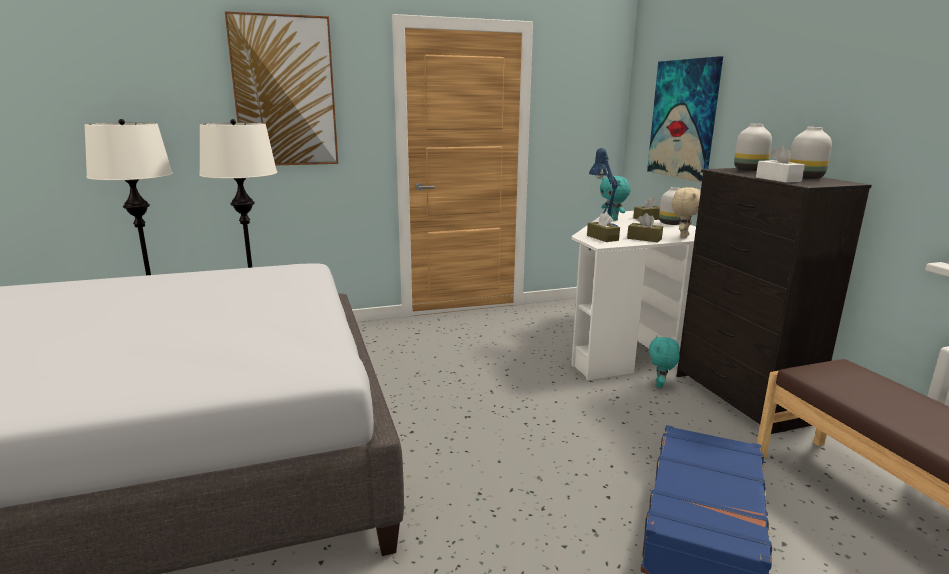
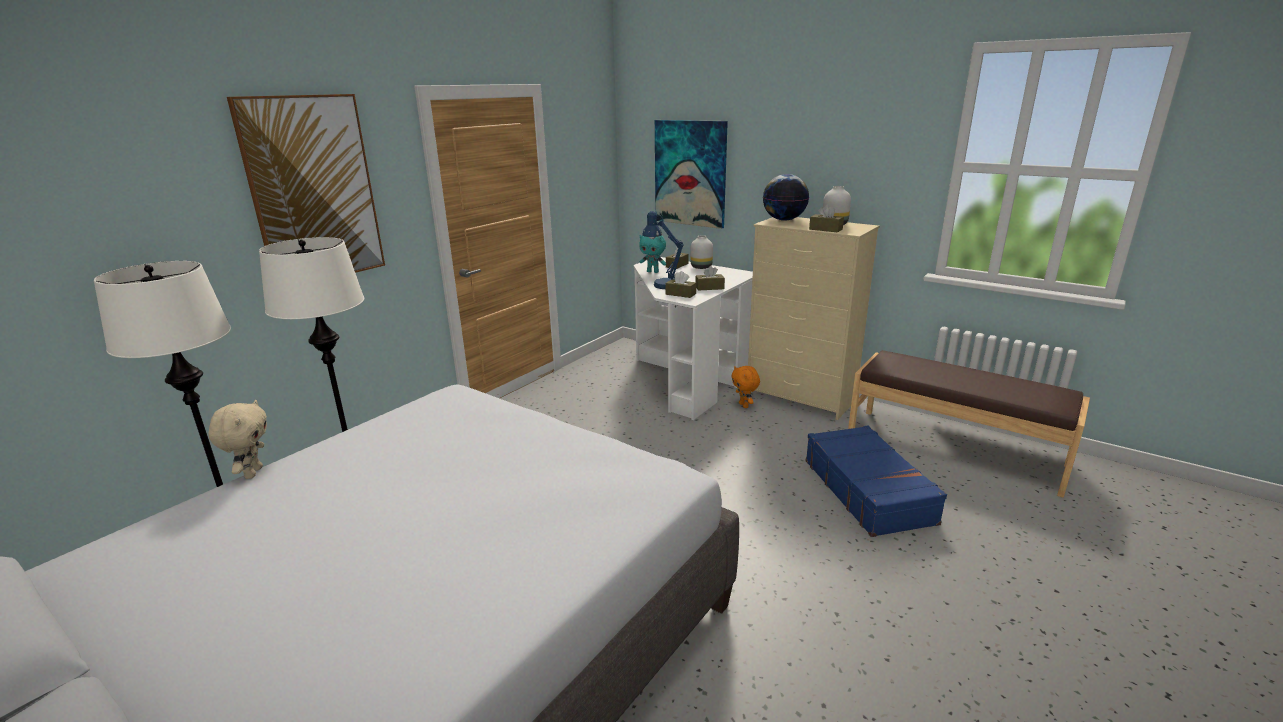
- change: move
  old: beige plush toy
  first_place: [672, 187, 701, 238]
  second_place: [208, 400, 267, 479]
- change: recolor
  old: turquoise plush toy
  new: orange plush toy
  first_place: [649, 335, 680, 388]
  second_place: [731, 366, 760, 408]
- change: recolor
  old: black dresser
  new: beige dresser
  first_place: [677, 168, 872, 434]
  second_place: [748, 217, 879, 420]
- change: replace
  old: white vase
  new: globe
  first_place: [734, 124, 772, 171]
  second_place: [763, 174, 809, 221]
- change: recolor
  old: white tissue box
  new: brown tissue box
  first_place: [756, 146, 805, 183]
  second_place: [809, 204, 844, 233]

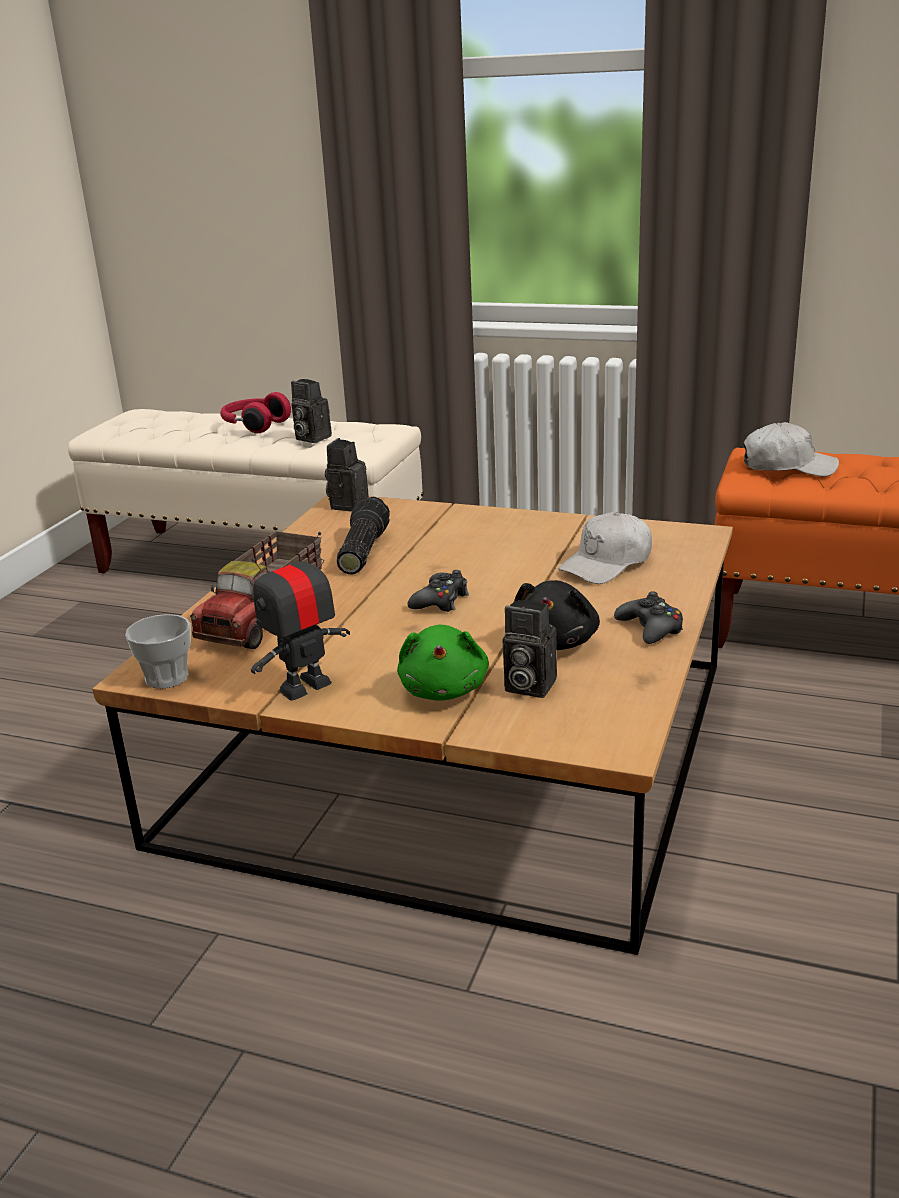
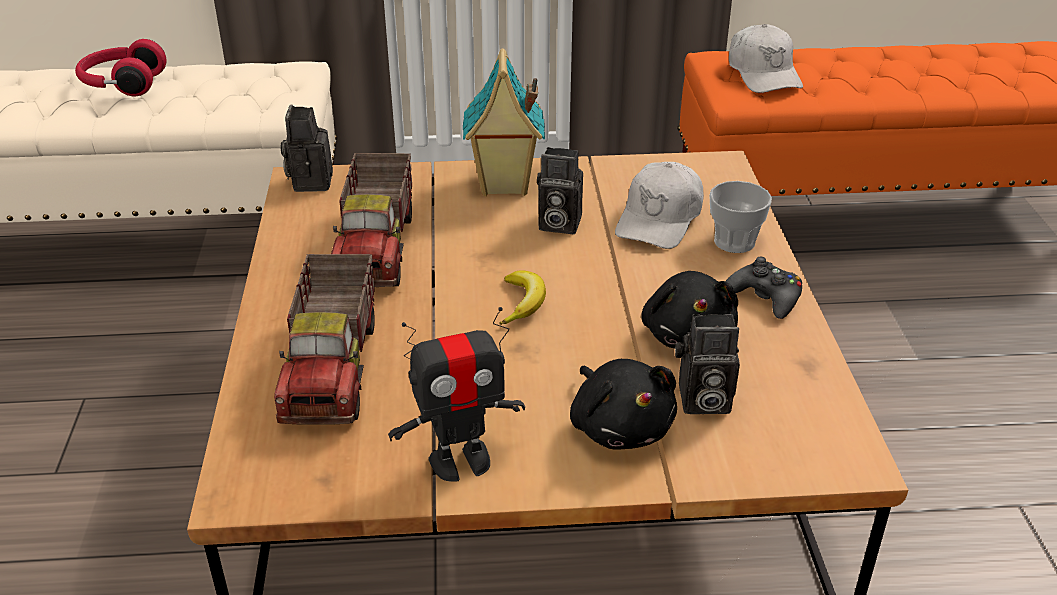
- change: replace
  old: flashlight
  new: toy truck
  first_place: [337, 497, 390, 574]
  second_place: [331, 153, 412, 287]
- change: rotate
  old: toy robot
  first_place: [250, 532, 350, 701]
  second_place: [388, 307, 525, 482]
  degrees: -135
- change: insert
  new: toy house
  second_place: [463, 48, 545, 196]
- change: replace
  old: black game controller
  new: banana
  first_place: [407, 570, 469, 612]
  second_place: [500, 270, 546, 325]
- change: move
  old: photo camera
  first_place: [291, 379, 332, 443]
  second_place: [537, 147, 583, 234]
- change: recolor
  old: green plush toy
  new: black plush toy
  first_place: [397, 625, 489, 701]
  second_place: [570, 359, 677, 450]
- change: move
  old: cup
  first_place: [125, 614, 191, 689]
  second_place: [709, 181, 772, 253]
- change: rotate
  old: white cap
  first_place: [744, 422, 839, 477]
  second_place: [729, 24, 803, 93]
  degrees: 90

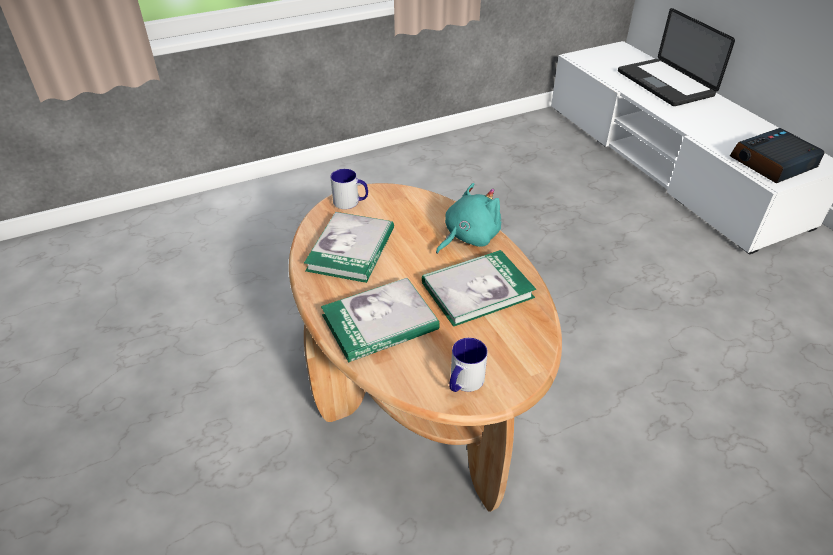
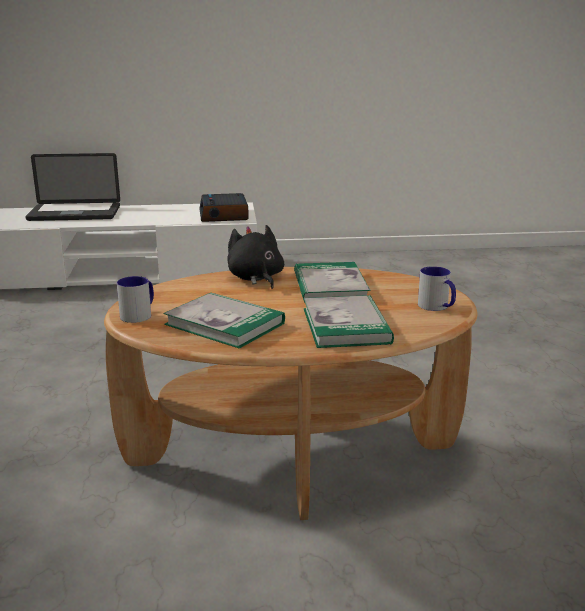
- change: recolor
  old: turquoise plush toy
  new: black plush toy
  first_place: [436, 183, 501, 254]
  second_place: [227, 225, 284, 289]

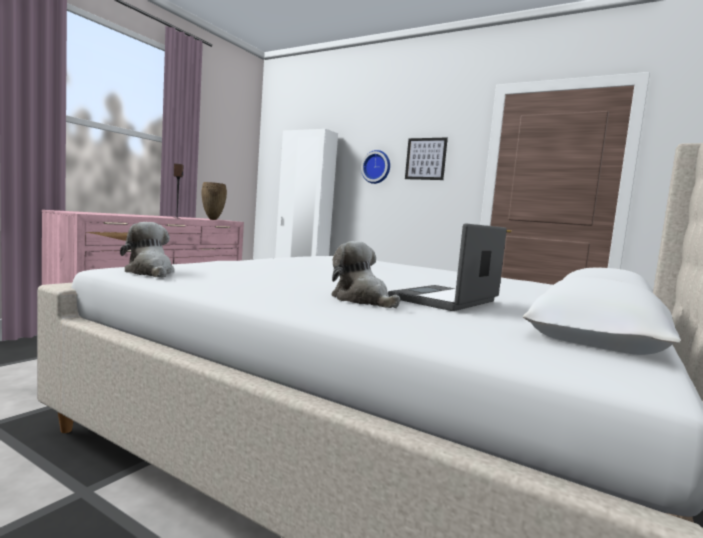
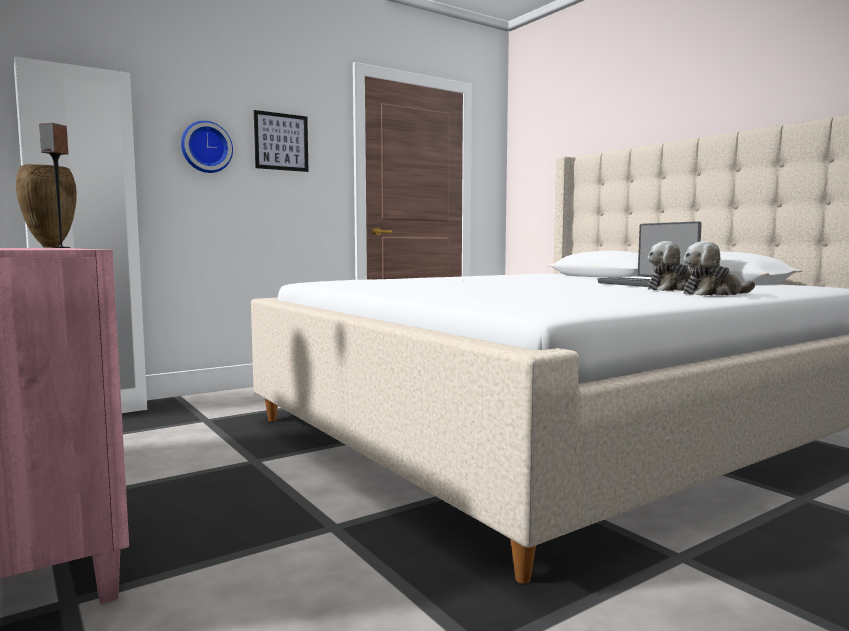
- change: move
  old: plush toy
  first_place: [120, 222, 175, 278]
  second_place: [683, 241, 755, 296]

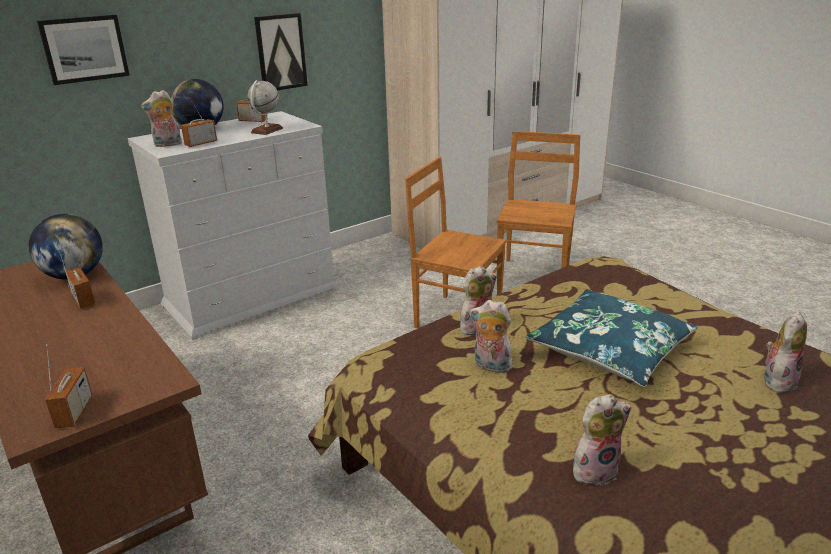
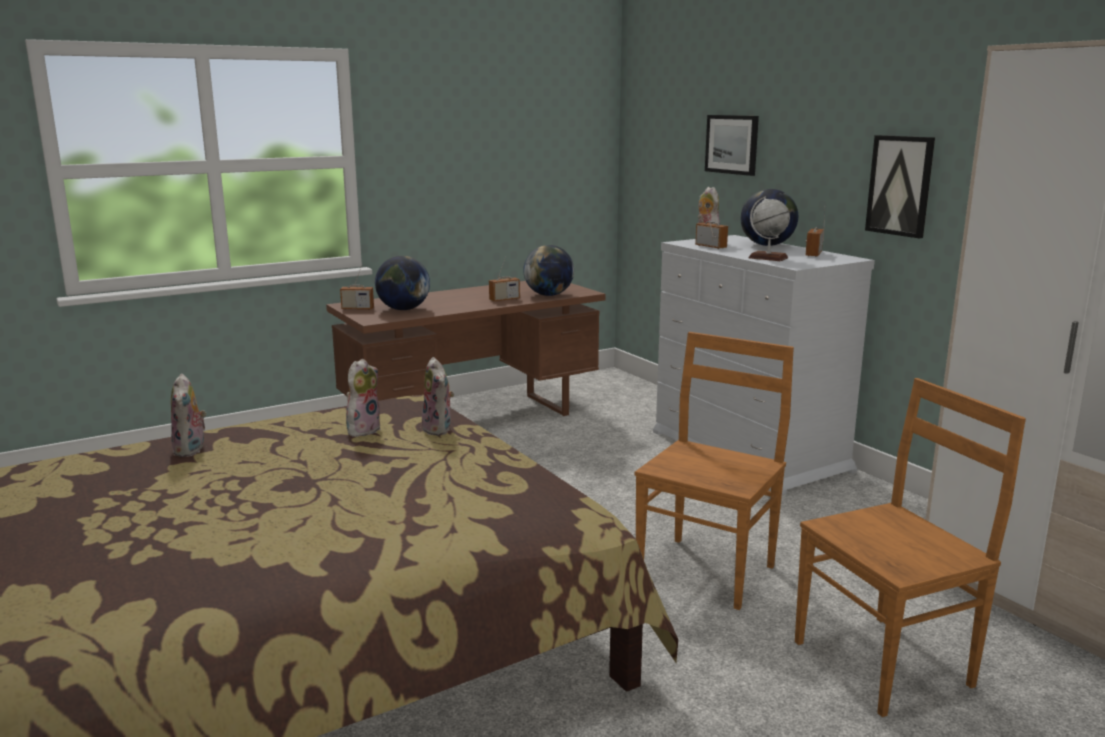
- change: insert
  new: globe
  second_place: [375, 256, 430, 310]
- change: rotate
  old: brown chair
  first_place: [497, 131, 580, 268]
  second_place: [795, 378, 1026, 717]
  degrees: -45
- change: delete
  old: blue pillow
  first_place: [525, 289, 698, 387]
- change: delete
  old: plush toy
  first_place: [764, 312, 807, 394]

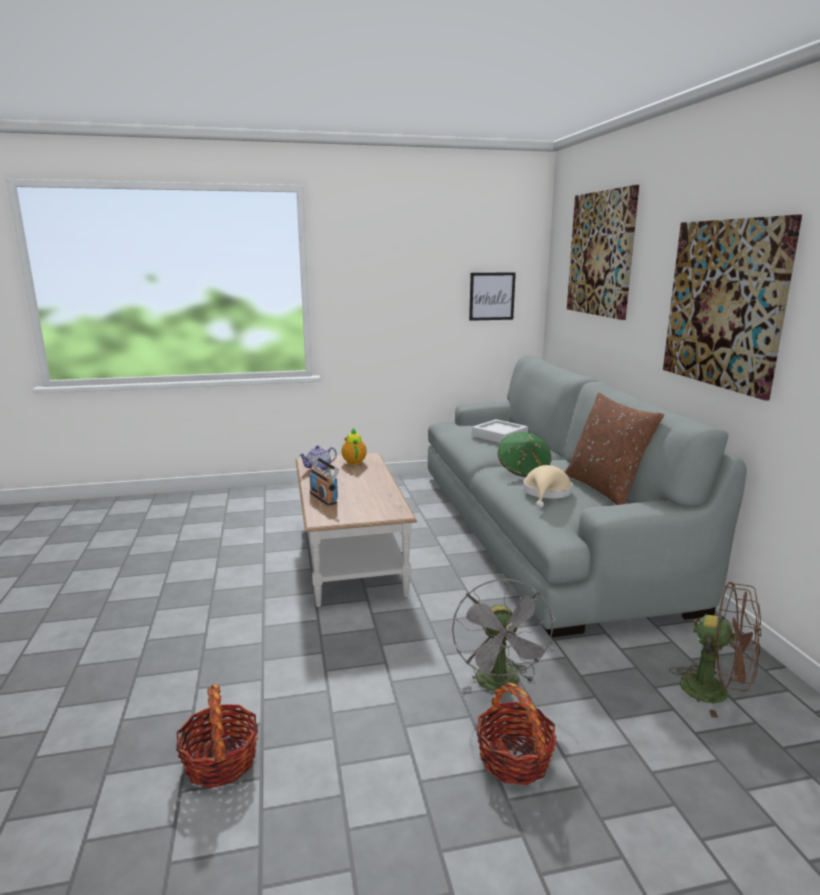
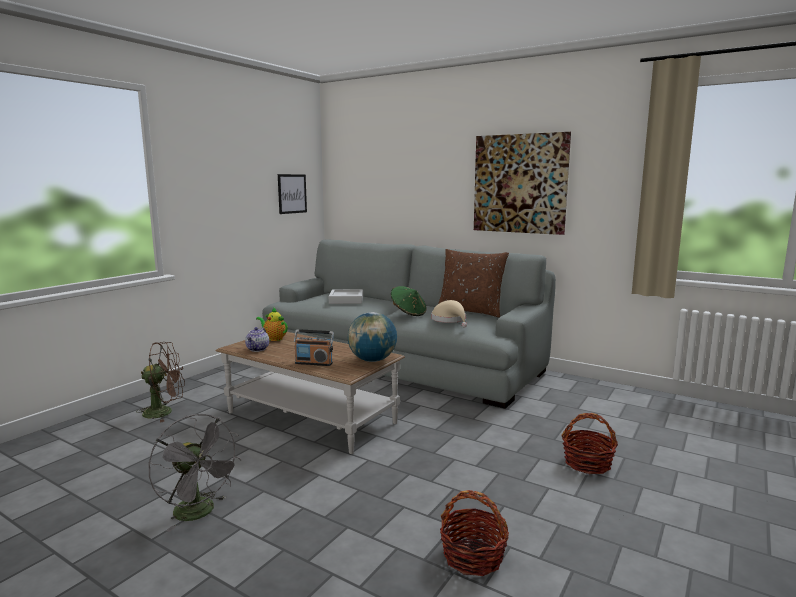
- change: move
  old: brown fan
  first_place: [669, 582, 761, 718]
  second_place: [136, 342, 185, 423]
- change: move
  old: grey fan
  first_place: [452, 578, 555, 692]
  second_place: [148, 414, 242, 532]
- change: insert
  new: globe
  second_place: [348, 312, 397, 362]
- change: delete
  old: picture
  first_place: [567, 185, 639, 320]

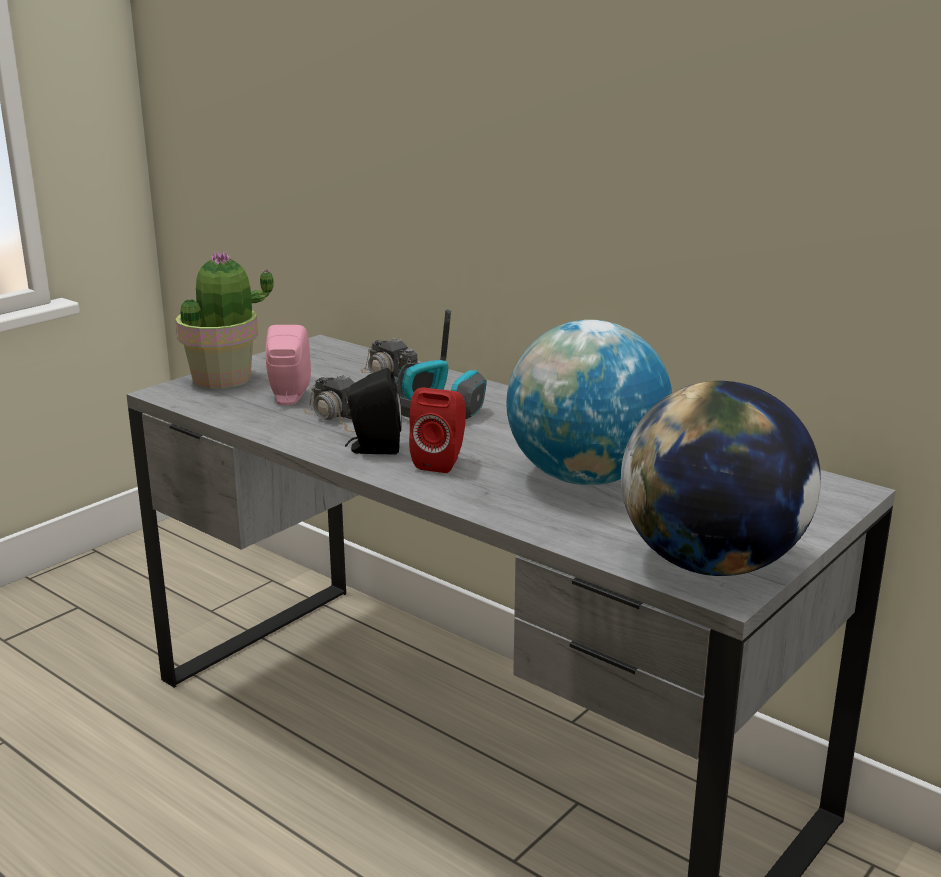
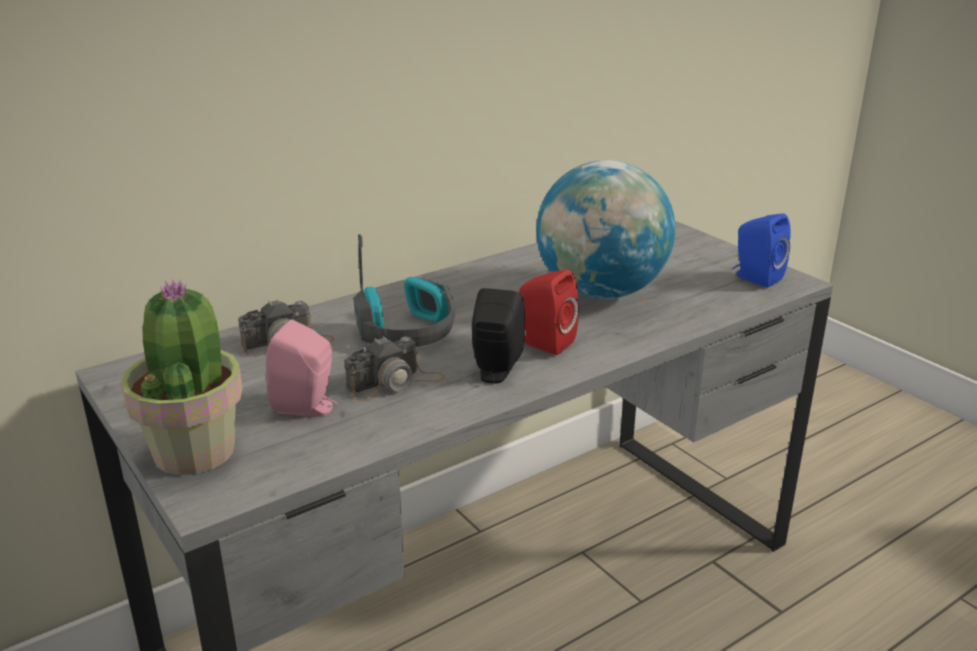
- change: replace
  old: globe
  new: blue speaker
  first_place: [621, 381, 821, 576]
  second_place: [733, 214, 791, 288]

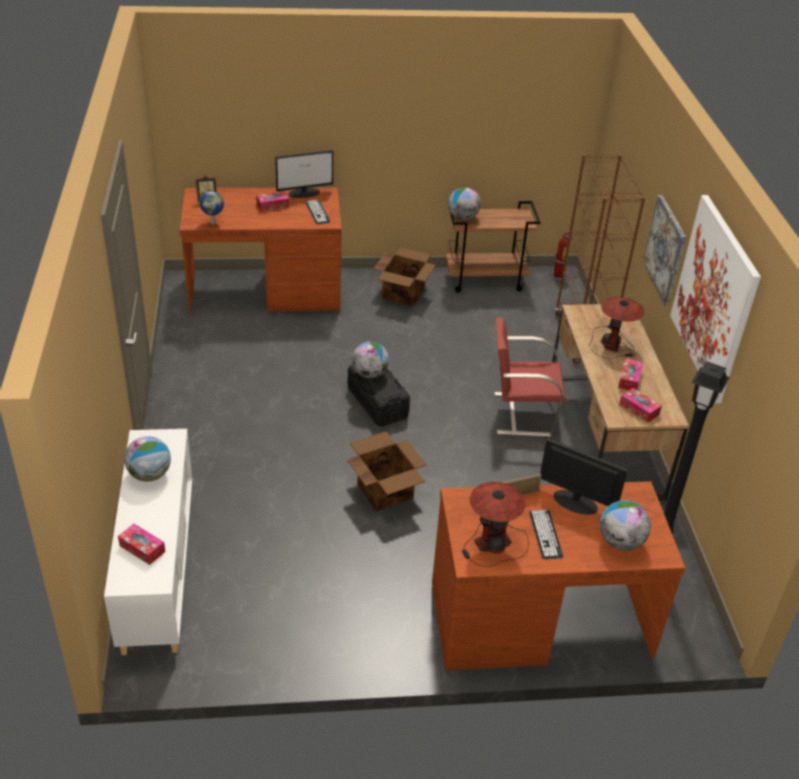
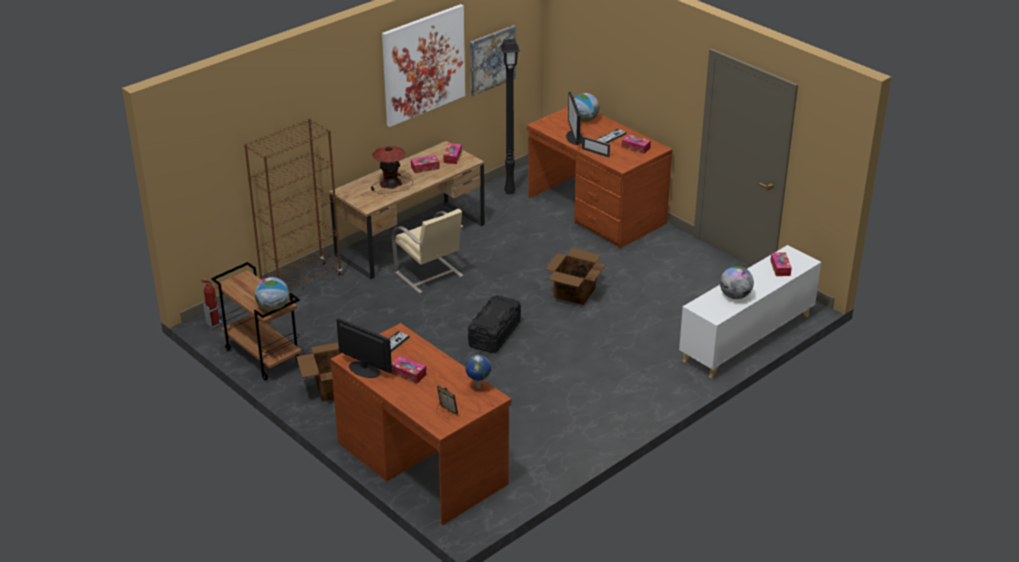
- change: recolor
  old: red chair
  new: beige chair
  first_place: [494, 317, 566, 437]
  second_place: [392, 209, 464, 294]
- change: move
  old: picture
  first_place: [643, 195, 686, 306]
  second_place: [470, 25, 516, 96]
- change: replace
  old: table lamp
  new: tissue box
  first_place: [462, 482, 529, 567]
  second_place: [621, 134, 651, 154]
- change: delete
  old: globe
  first_place: [352, 341, 389, 378]

